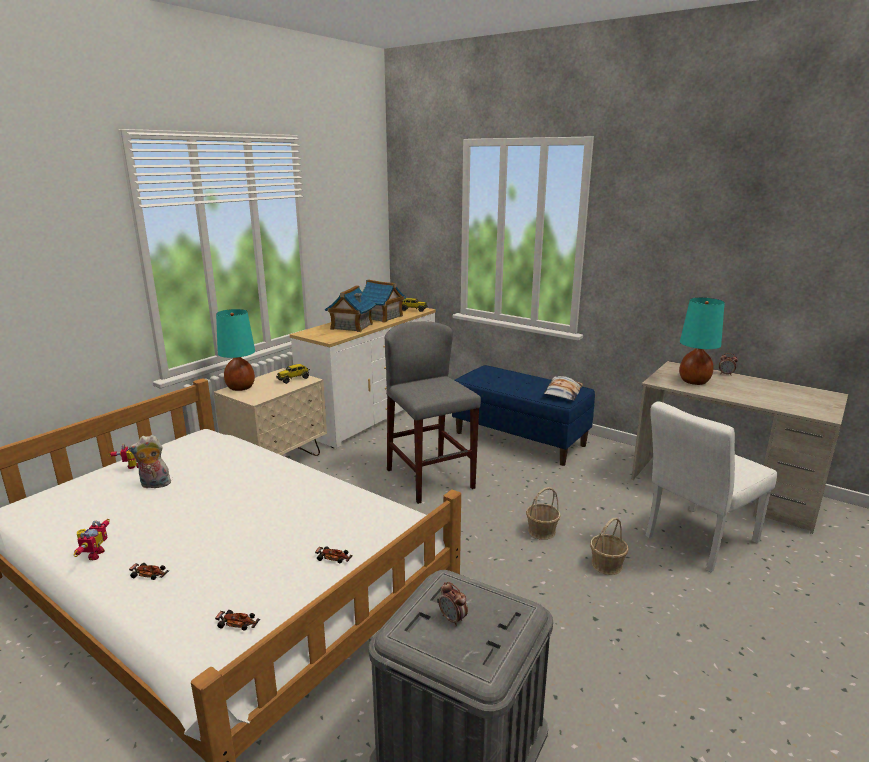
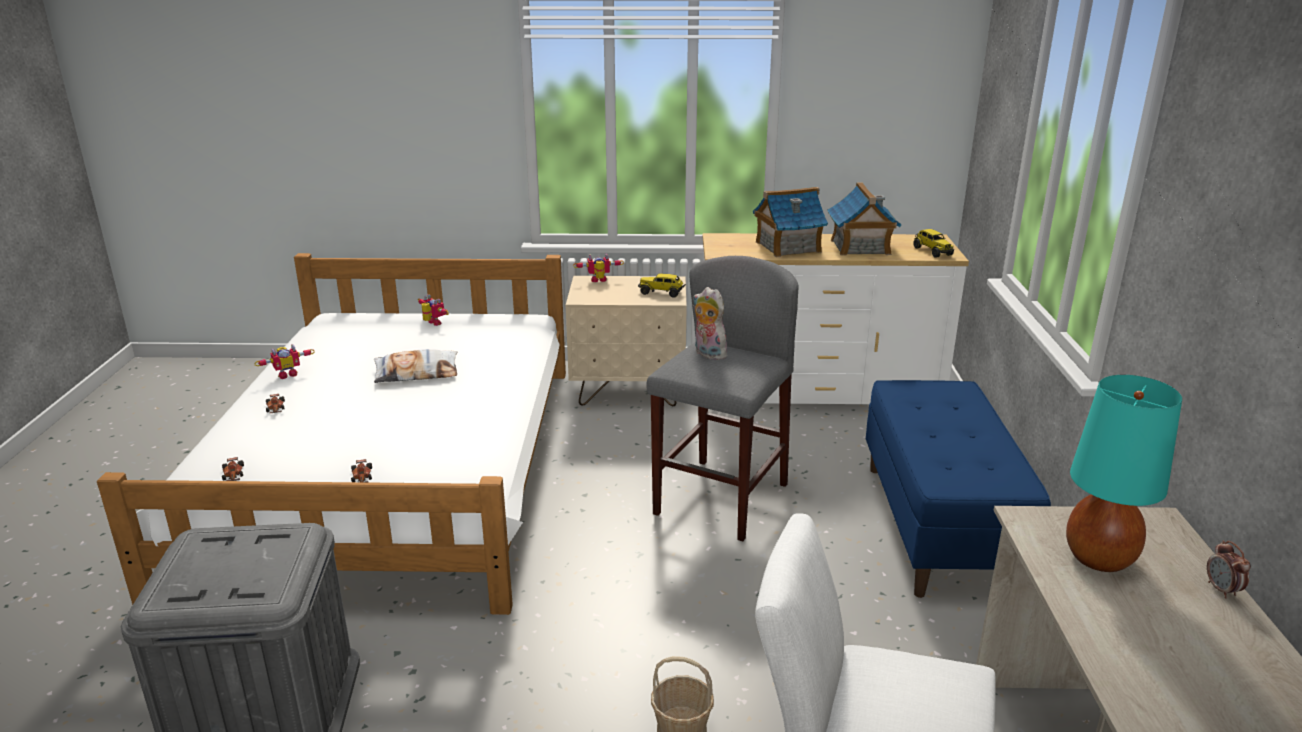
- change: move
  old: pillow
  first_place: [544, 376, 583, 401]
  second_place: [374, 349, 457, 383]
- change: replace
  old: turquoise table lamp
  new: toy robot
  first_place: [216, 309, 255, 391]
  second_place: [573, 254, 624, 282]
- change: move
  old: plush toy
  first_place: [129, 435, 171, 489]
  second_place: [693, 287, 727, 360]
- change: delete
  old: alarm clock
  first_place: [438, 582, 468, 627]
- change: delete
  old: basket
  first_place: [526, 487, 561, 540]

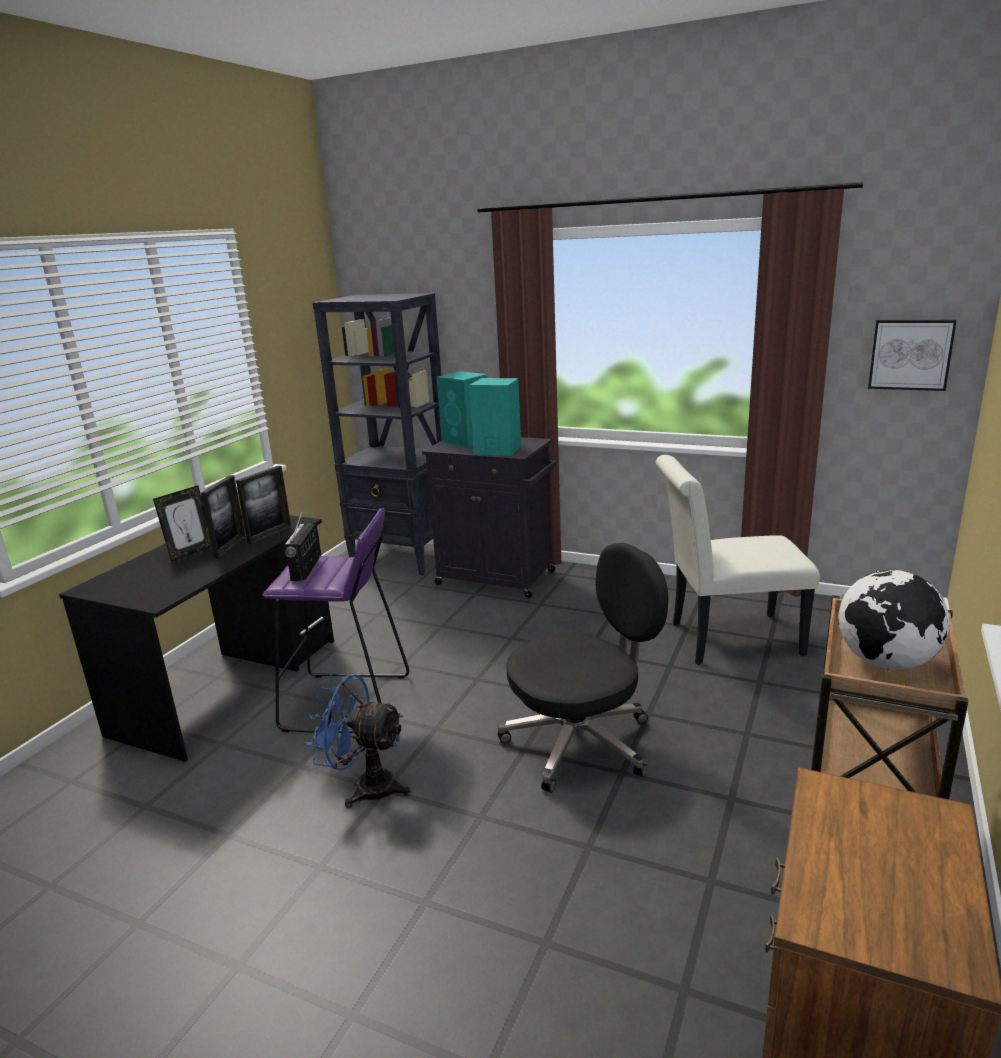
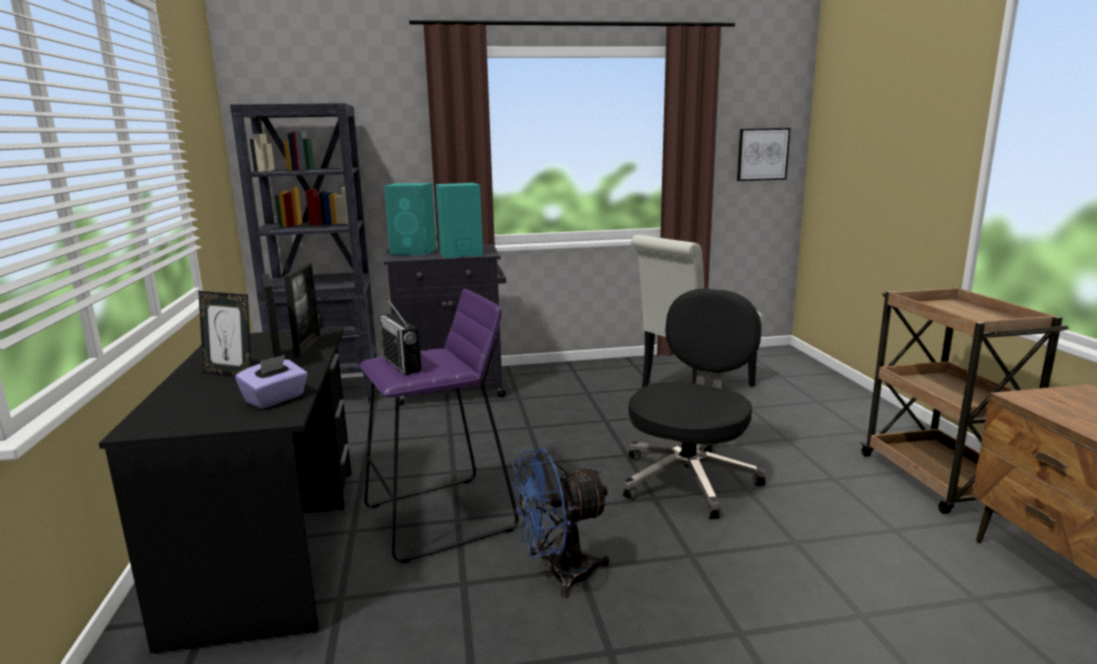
- change: rotate
  old: picture frame
  first_place: [153, 485, 212, 562]
  second_place: [198, 291, 251, 377]
  degrees: 105
- change: insert
  new: purple tissue box
  second_place: [235, 355, 308, 409]
- change: delete
  old: globe
  first_place: [838, 569, 950, 670]

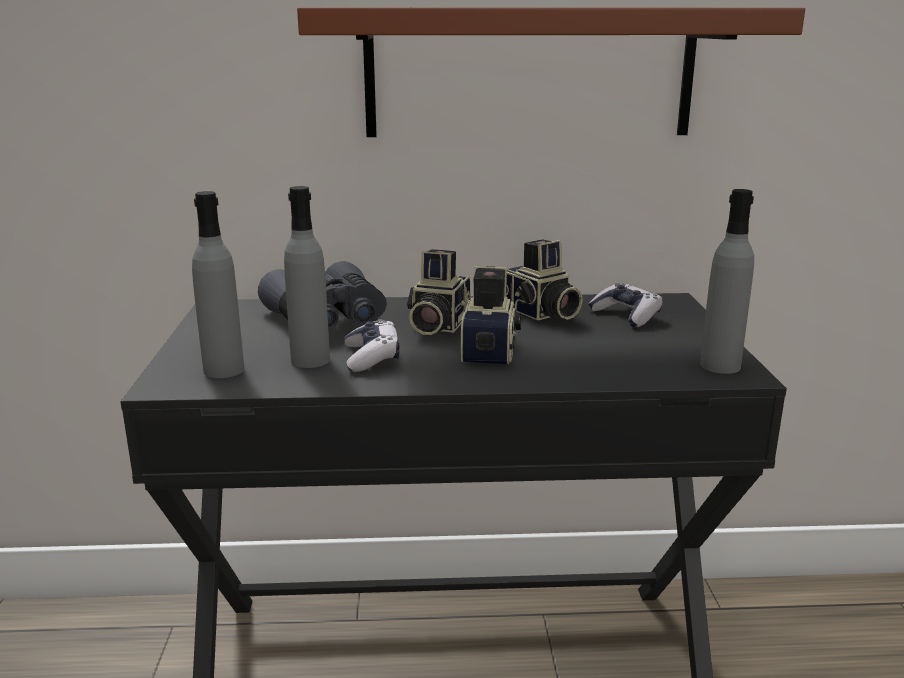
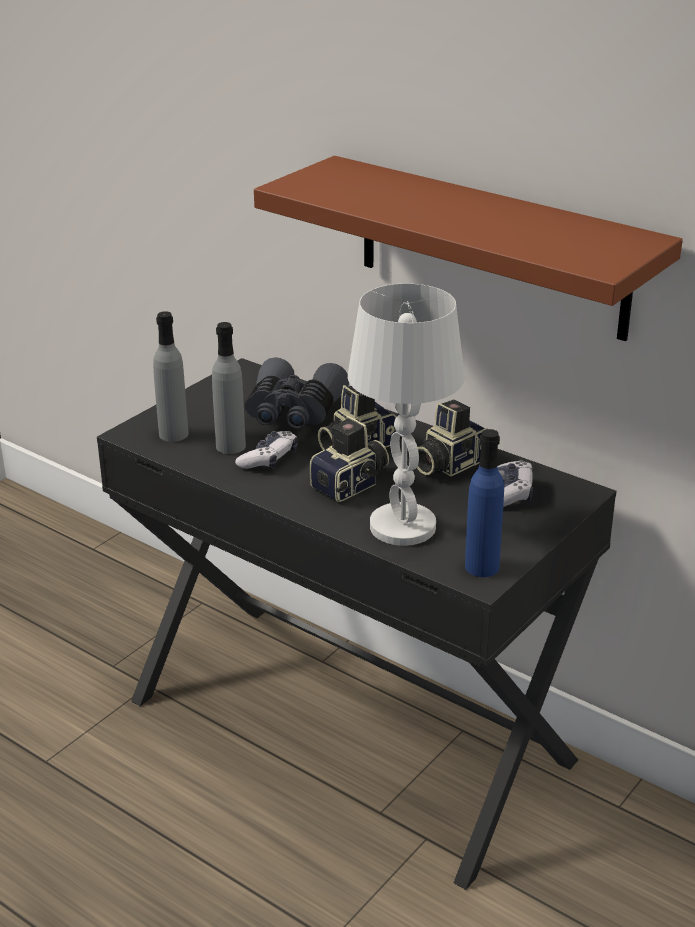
- change: insert
  new: white table lamp
  second_place: [348, 284, 465, 546]
- change: rotate
  old: photo camera
  first_place: [506, 239, 583, 320]
  second_place: [417, 399, 486, 476]
  degrees: 45
- change: recolor
  old: grey bottle
  new: blue bottle
  first_place: [700, 189, 754, 374]
  second_place: [465, 429, 504, 577]

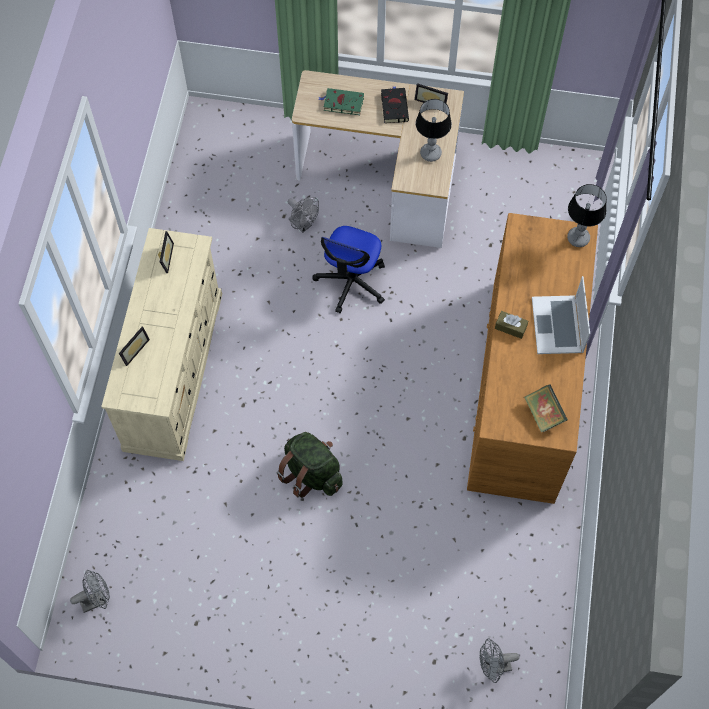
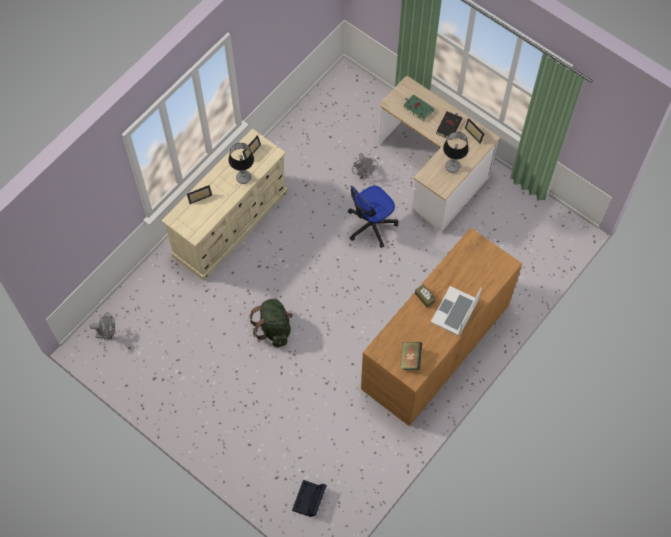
- change: move
  old: table lamp
  first_place: [567, 184, 607, 247]
  second_place: [228, 143, 254, 184]
- change: replace
  old: grey fan
  new: black storage box
  first_place: [480, 638, 519, 683]
  second_place: [292, 480, 327, 517]

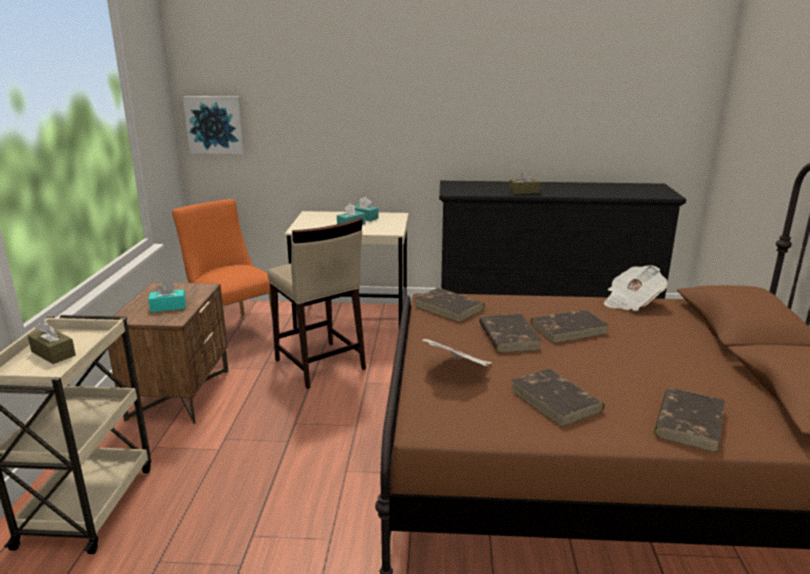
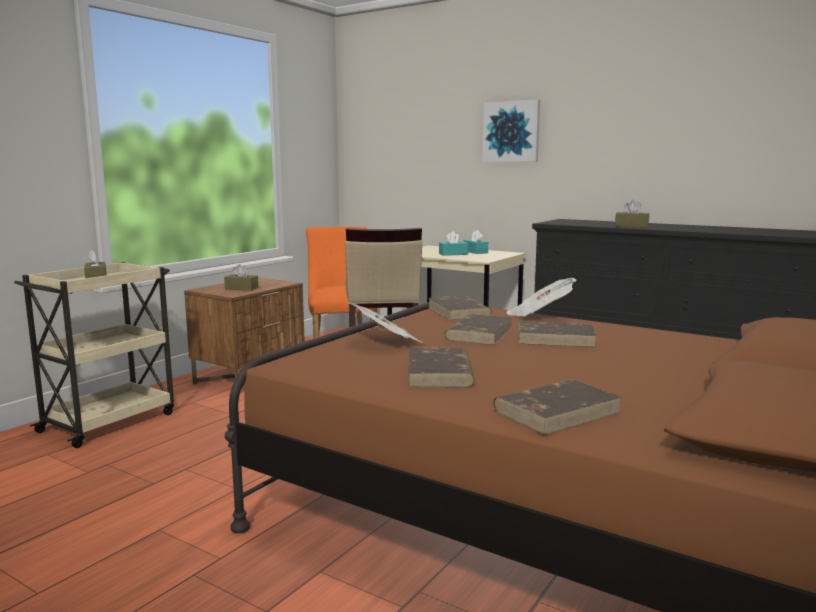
- change: recolor
  old: turquoise tissue box
  new: brown tissue box
  first_place: [148, 281, 186, 312]
  second_place: [224, 264, 258, 291]
- change: move
  old: picture
  first_place: [183, 96, 245, 154]
  second_place: [482, 100, 540, 162]
- change: move
  old: newspaper
  first_place: [604, 265, 667, 311]
  second_place: [506, 278, 577, 317]

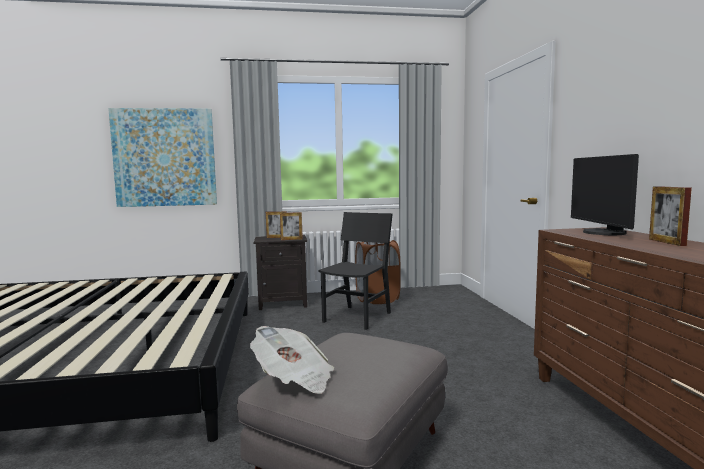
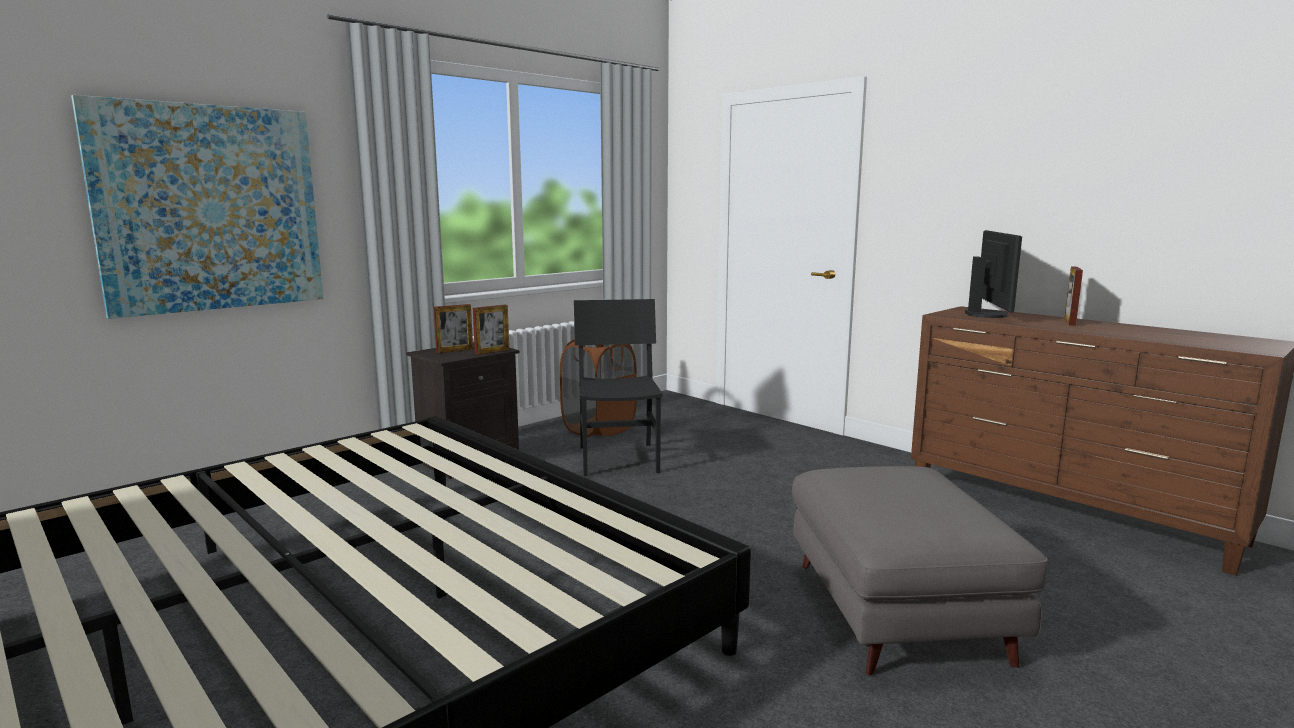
- change: rotate
  old: monitor
  first_place: [571, 154, 639, 235]
  second_place: [965, 230, 1022, 318]
  degrees: -135
- change: rotate
  old: picture frame
  first_place: [649, 186, 692, 246]
  second_place: [1065, 266, 1083, 326]
  degrees: 60
- change: delete
  old: newspaper
  first_place: [250, 326, 334, 394]

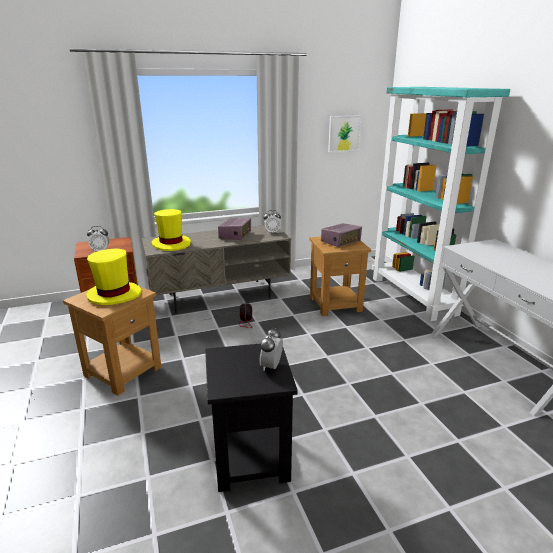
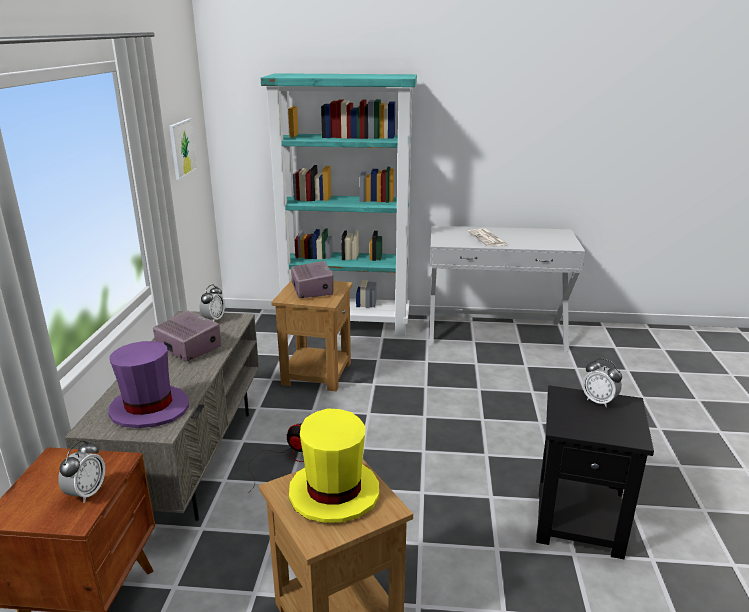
- change: recolor
  old: yellow hat
  new: purple hat
  first_place: [152, 209, 191, 251]
  second_place: [108, 341, 189, 428]
- change: insert
  new: newspaper
  second_place: [468, 229, 508, 246]

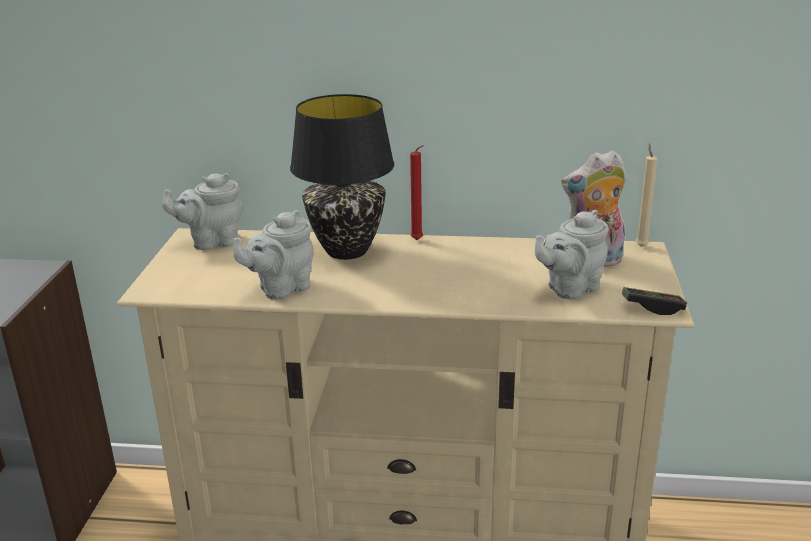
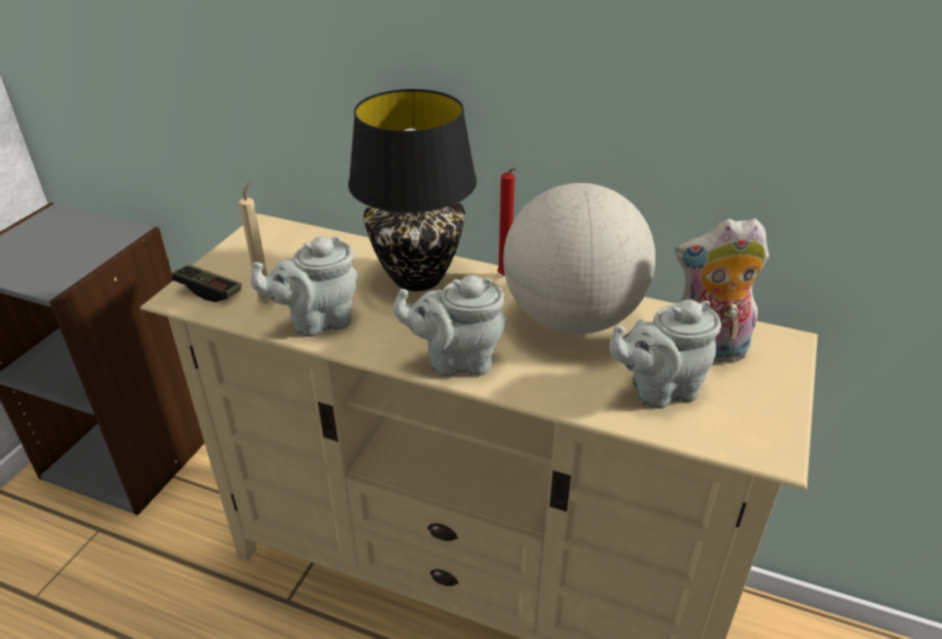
- change: move
  old: game controller
  first_place: [622, 287, 687, 315]
  second_place: [172, 264, 242, 302]
- change: move
  old: beige candle
  first_place: [635, 144, 657, 247]
  second_place: [239, 181, 272, 304]
- change: move
  old: grey teapot
  first_place: [162, 173, 243, 250]
  second_place: [393, 275, 506, 377]
- change: insert
  new: globe
  second_place: [503, 183, 655, 334]

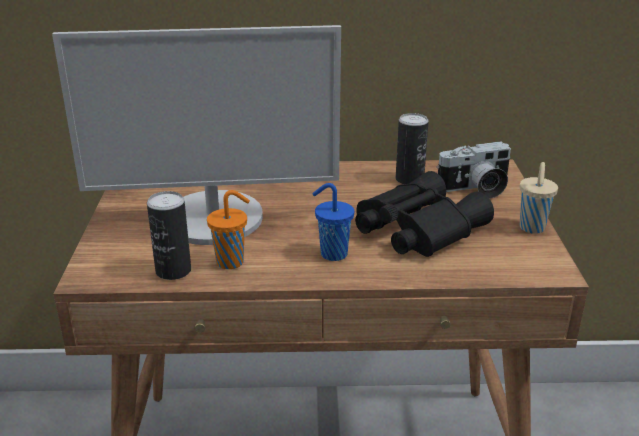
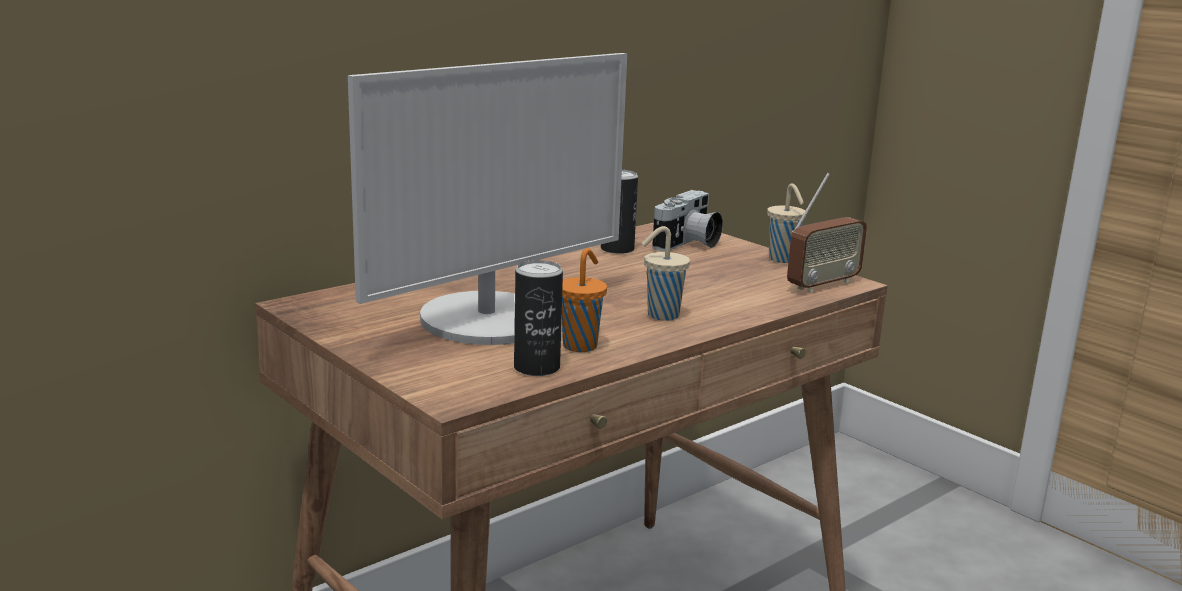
- change: recolor
  old: blue cup
  new: beige cup
  first_place: [312, 183, 354, 261]
  second_place: [642, 226, 690, 321]
- change: insert
  new: radio
  second_place: [787, 173, 867, 293]
- change: delete
  old: black binoculars
  first_place: [355, 171, 494, 257]

